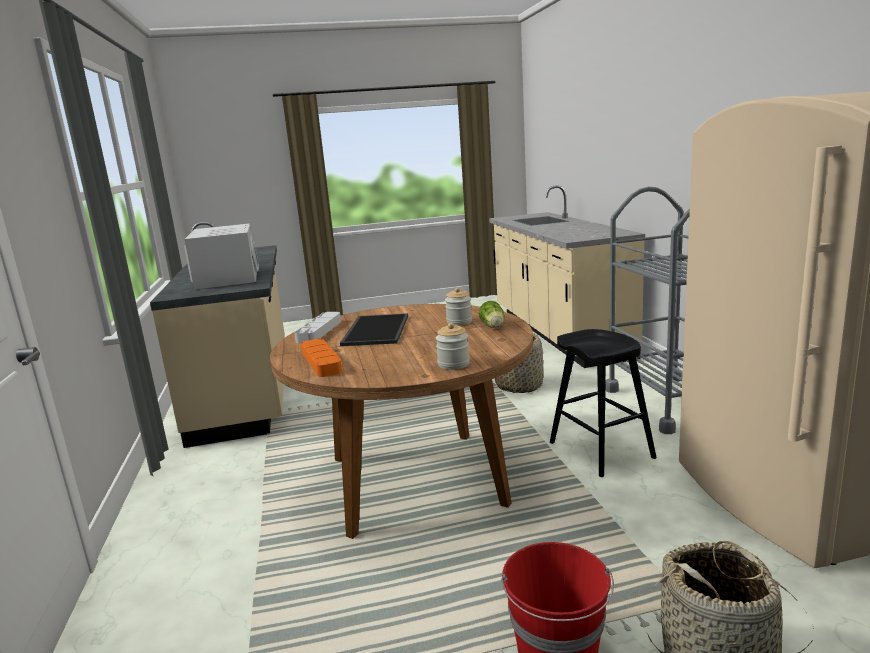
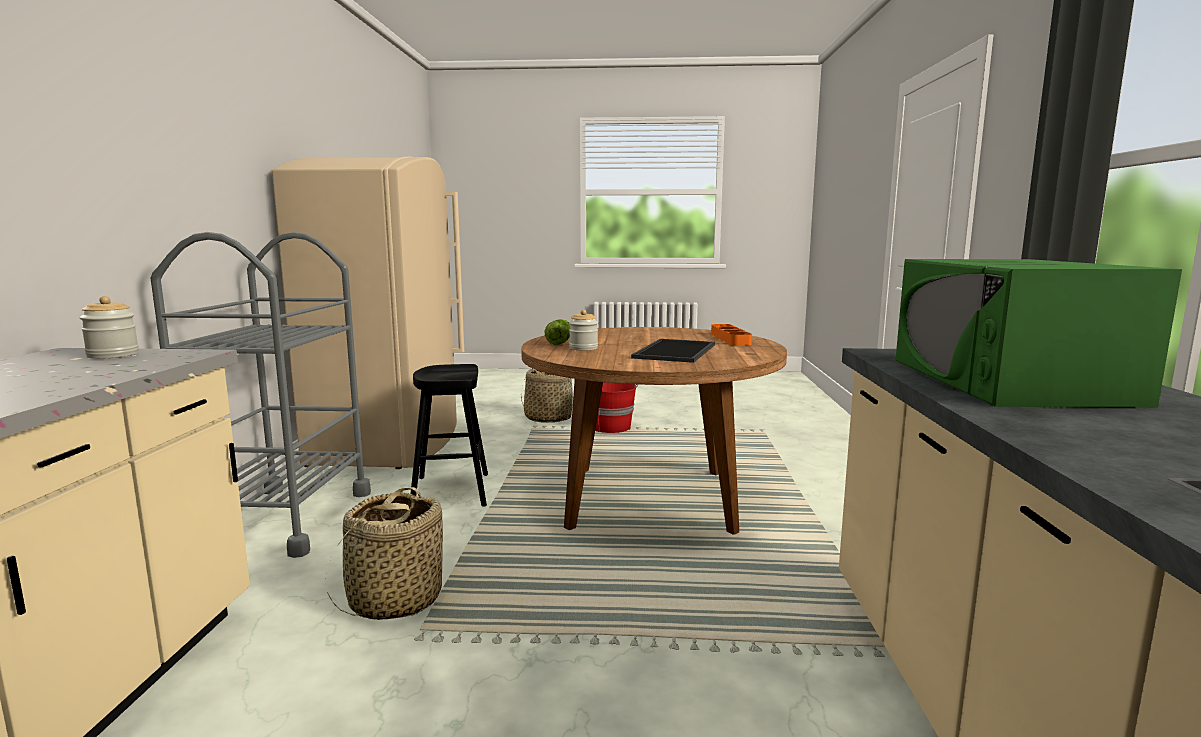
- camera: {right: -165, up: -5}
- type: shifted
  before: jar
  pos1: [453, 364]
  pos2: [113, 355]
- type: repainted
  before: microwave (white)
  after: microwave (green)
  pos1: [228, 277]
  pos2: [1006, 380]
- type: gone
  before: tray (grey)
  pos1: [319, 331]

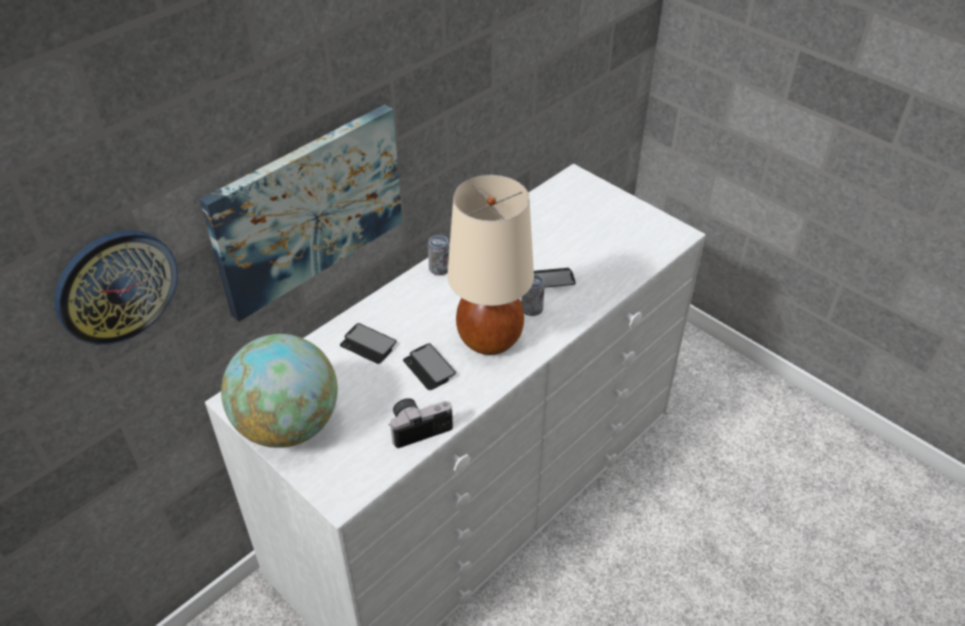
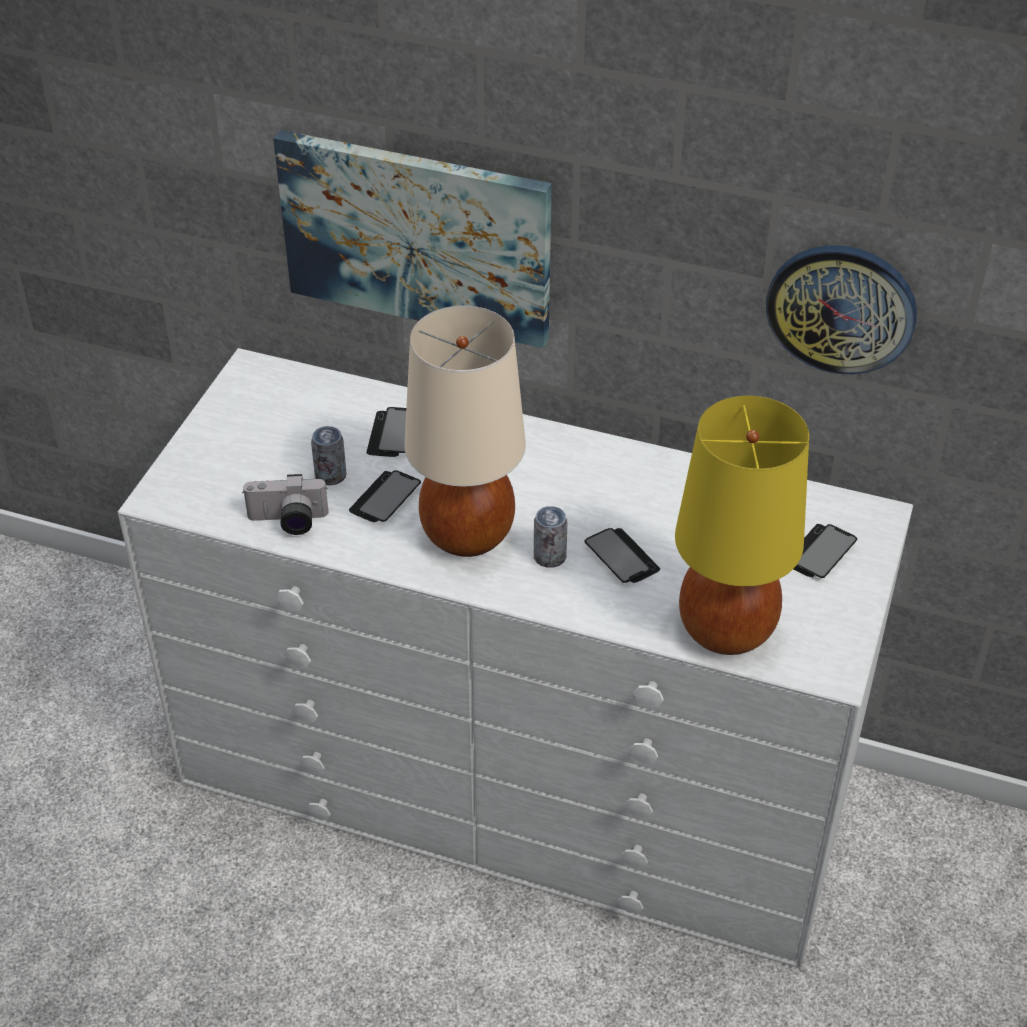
- camera: {right: 65, up: 0}
- type: rotated
  before: photo camera
  pos1: [418, 426]
  pos2: [287, 522]
  turn: 135
- type: shifted
  before: can
  pos1: [439, 269]
  pos2: [330, 476]
- type: new
  after: table lamp (yellow)
  pos2: [726, 631]
- type: shifted
  before: wall clock
  pos1: [116, 286]
  pos2: [841, 308]
- type: new
  after: phone
  pos2: [819, 553]
- type: gone
  before: globe
  pos1: [288, 426]

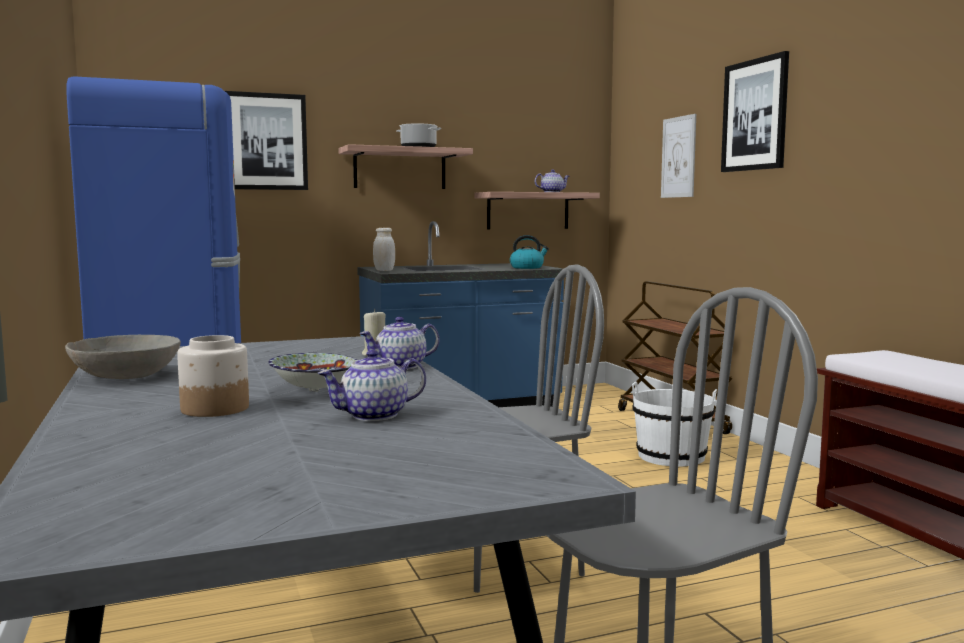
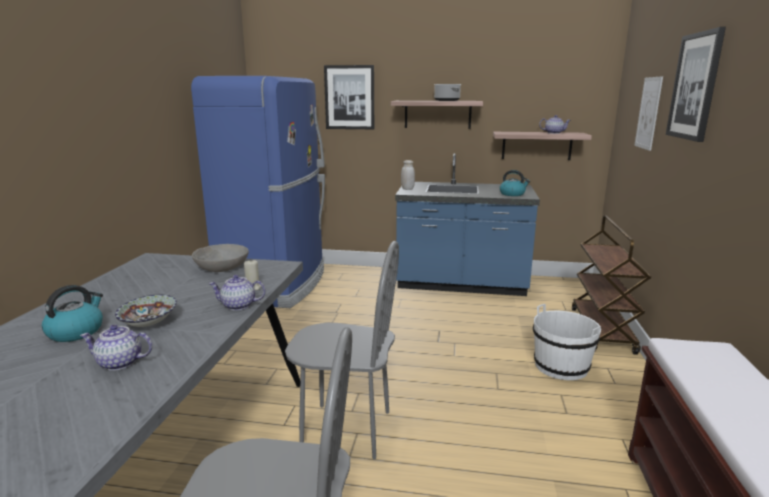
- camera: {right: 30, up: 10}
- type: swapped
  before: jar
  after: kettle
  pos1: [214, 409]
  pos2: [76, 331]
- type: shifted
  before: bowl (grey)
  pos1: [126, 376]
  pos2: [221, 268]

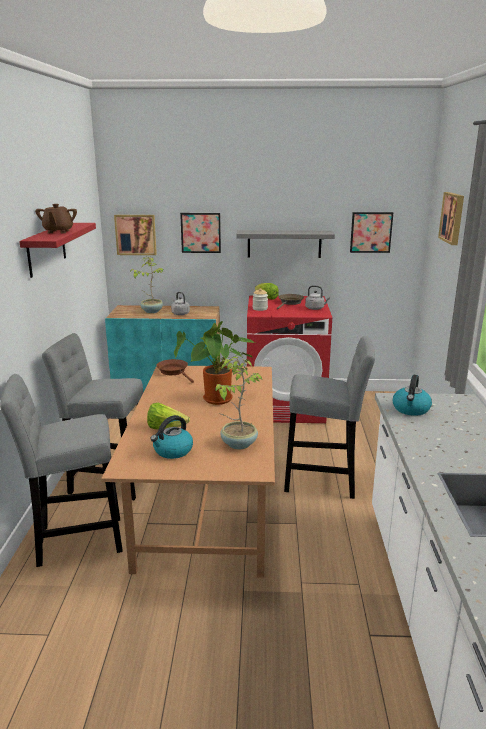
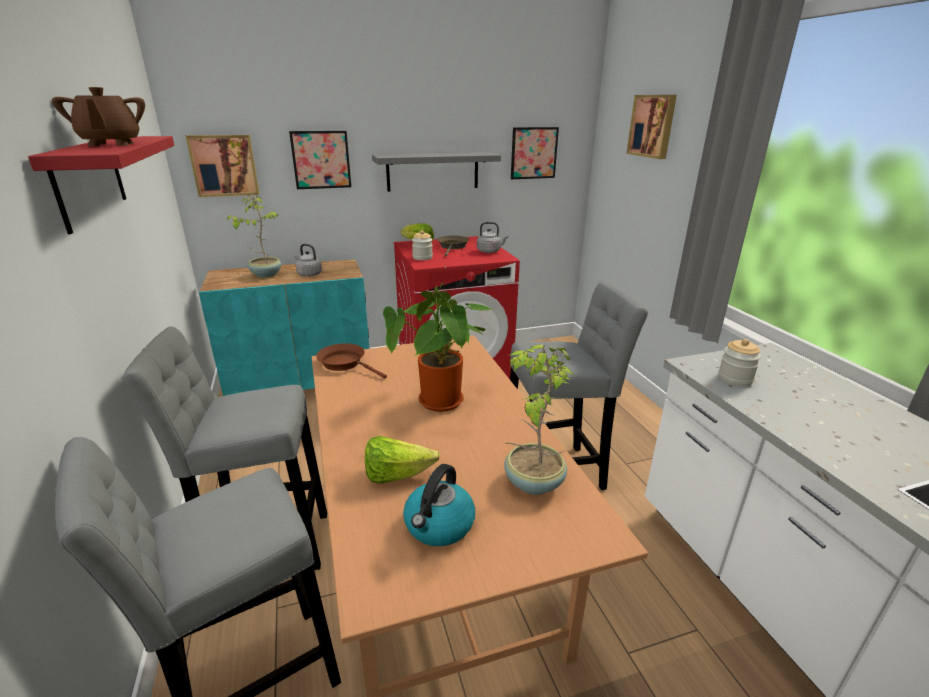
- camera: {right: -20, up: 5}
- type: swapped
  before: kettle
  after: jar
  pos1: [411, 409]
  pos2: [735, 379]

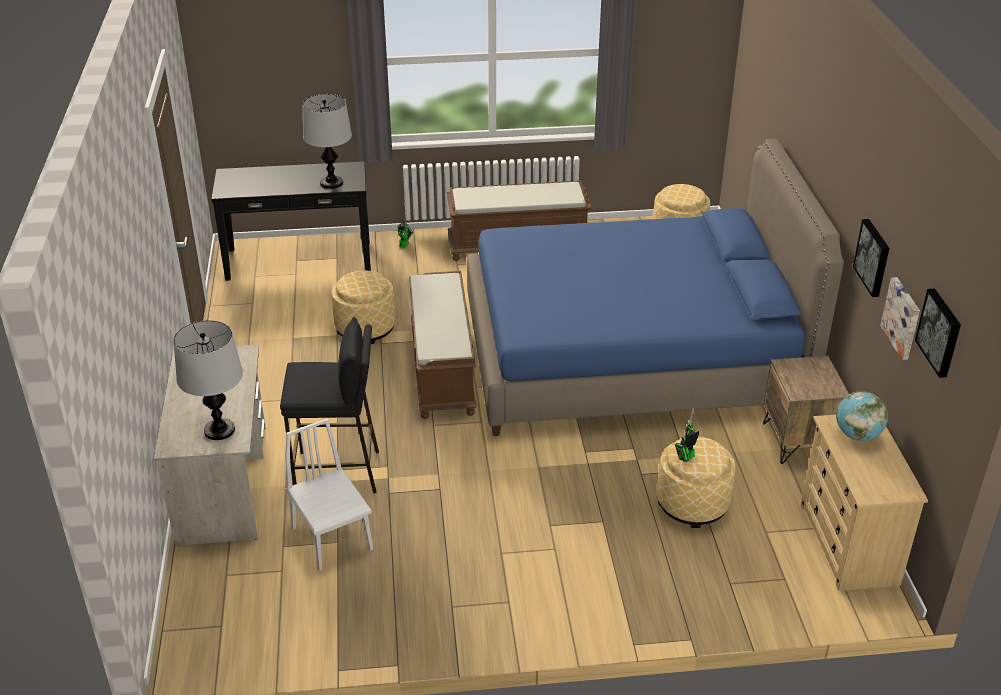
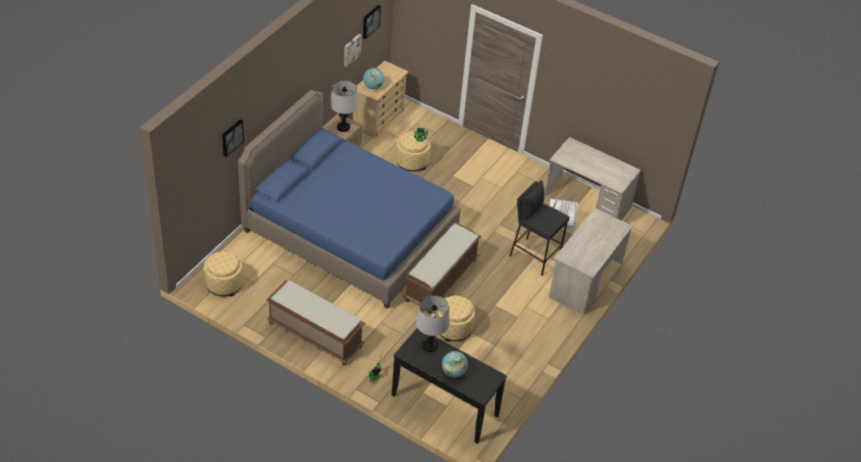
- camera: {right: -145, up: 10}
- type: shifted
  before: picture
  pos1: [873, 257]
  pos2: [231, 137]
- type: shifted
  before: table lamp
  pos1: [219, 430]
  pos2: [343, 127]
- type: new
  after: globe
  pos2: [453, 372]
- type: new
  after: desk (beige)
  pos2: [587, 202]

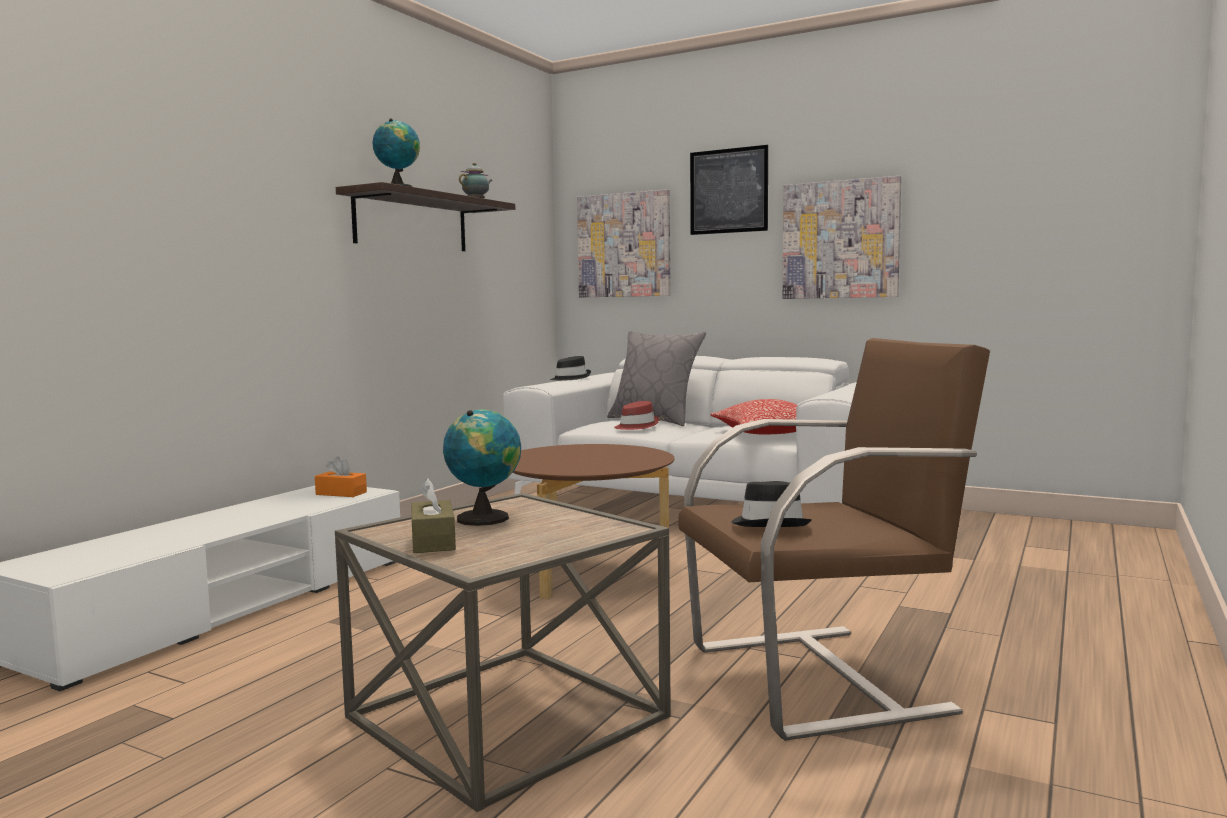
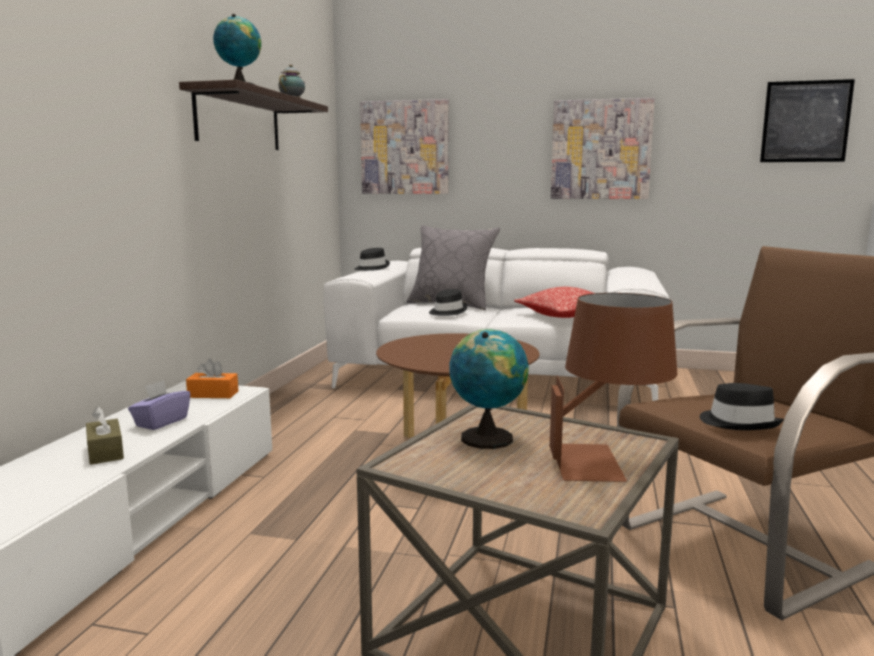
- camera: {right: -15, up: 5}
- type: shifted
  before: tissue box (brown)
  pos1: [433, 541]
  pos2: [105, 452]
- type: new
  after: tissue box (purple)
  pos2: [161, 422]
- type: repainted
  before: hat (red)
  after: hat (black)
  pos1: [635, 426]
  pos2: [447, 312]
- type: new
  after: table lamp (brown)
  pos2: [607, 461]
- type: shifted
  before: picture
  pos1: [728, 191]
  pos2: [805, 121]

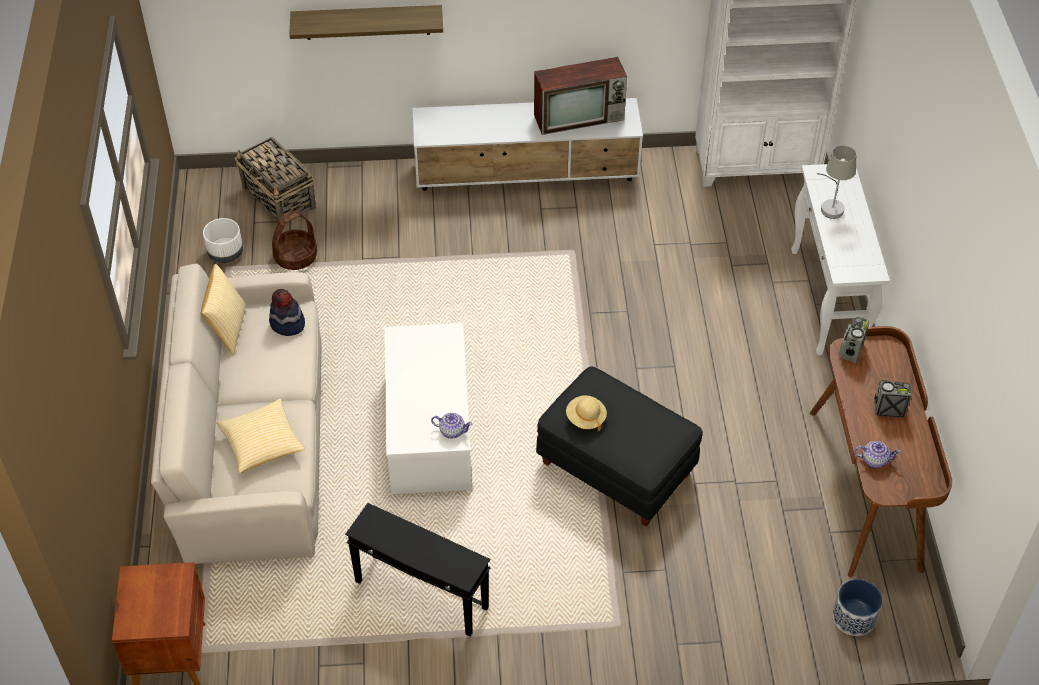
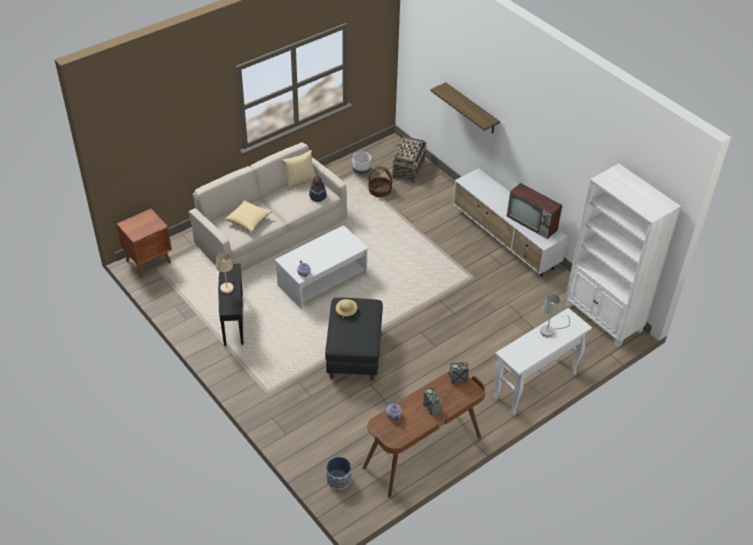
- camera: {right: 55, up: -5}
- type: new
  after: table lamp (beige)
  pos2: [228, 286]

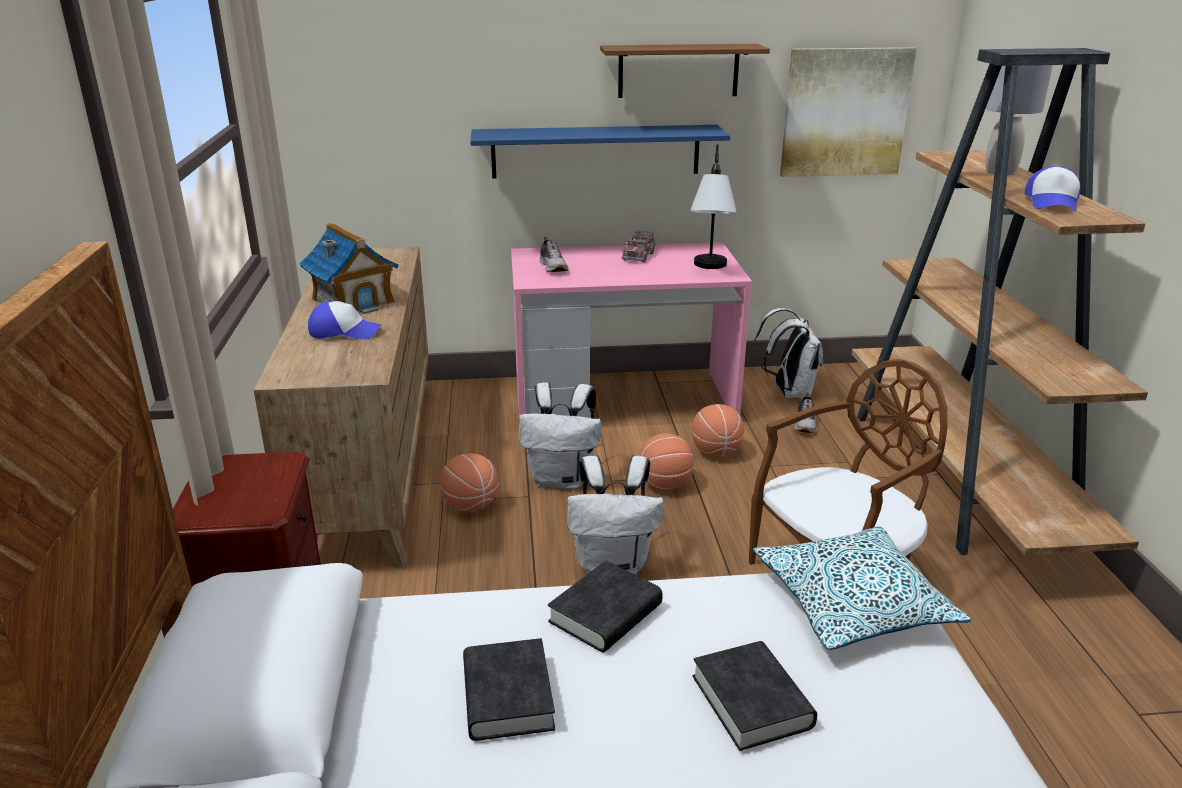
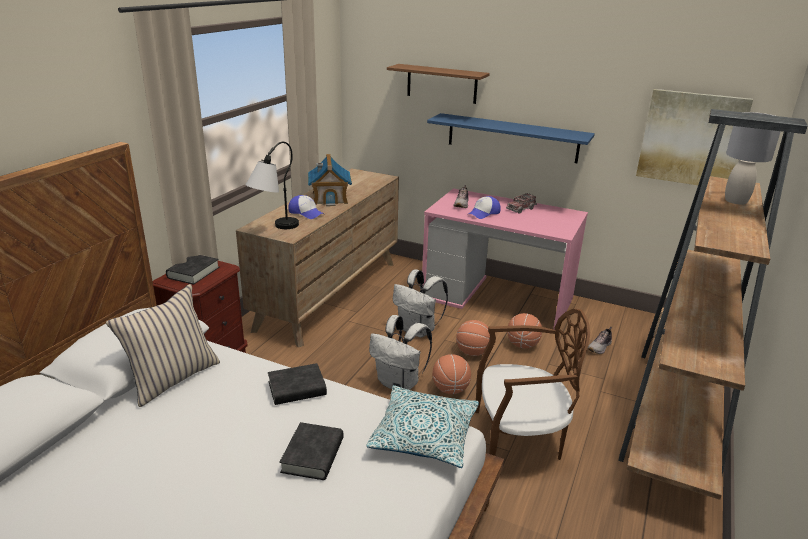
- camera: {right: 30, up: 0}
- type: new
  after: pillow (beige)
  pos2: [172, 378]
- type: shifted
  before: book (black)
  pos1: [507, 696]
  pos2: [193, 272]
- type: shifted
  before: table lamp
  pos1: [709, 271]
  pos2: [274, 229]
- type: shifted
  before: shelf (brown)
  pos1: [678, 70]
  pos2: [441, 84]
- type: shifted
  before: basketball
  pos1: [471, 506]
  pos2: [450, 389]
- type: shifted
  before: cap
  pos1: [1052, 203]
  pos2: [484, 213]
- type: gone
  before: backpack (white)
  pos1: [789, 392]

